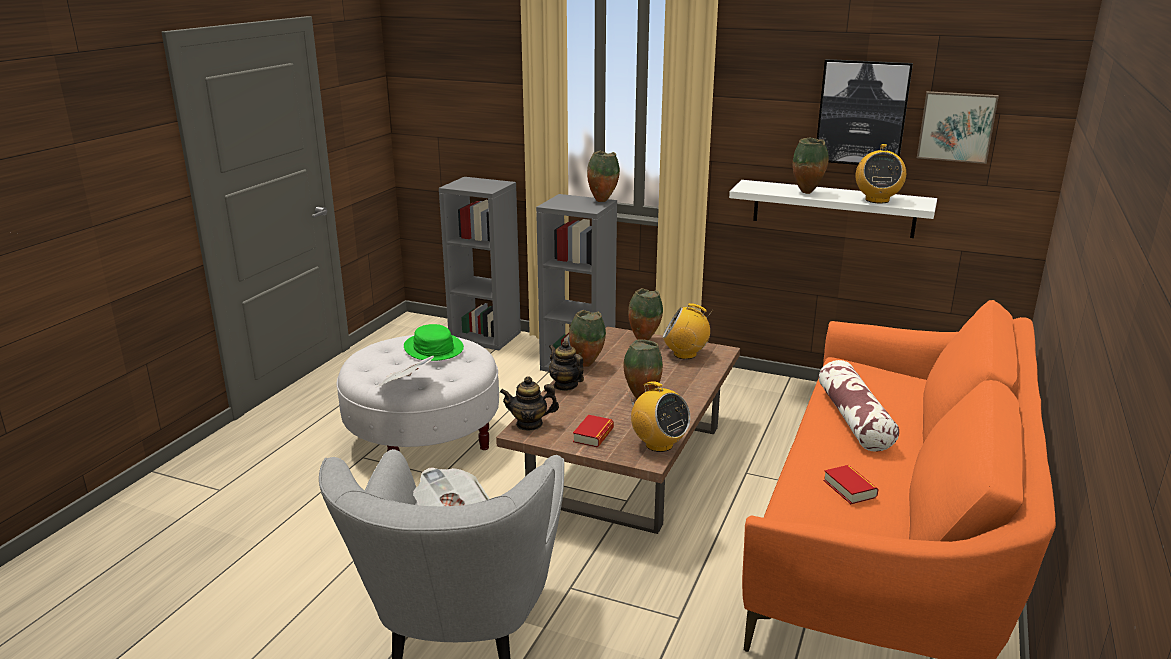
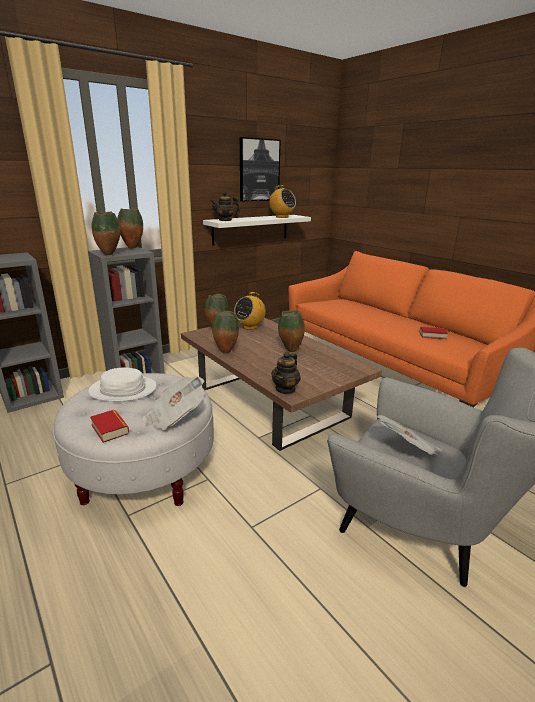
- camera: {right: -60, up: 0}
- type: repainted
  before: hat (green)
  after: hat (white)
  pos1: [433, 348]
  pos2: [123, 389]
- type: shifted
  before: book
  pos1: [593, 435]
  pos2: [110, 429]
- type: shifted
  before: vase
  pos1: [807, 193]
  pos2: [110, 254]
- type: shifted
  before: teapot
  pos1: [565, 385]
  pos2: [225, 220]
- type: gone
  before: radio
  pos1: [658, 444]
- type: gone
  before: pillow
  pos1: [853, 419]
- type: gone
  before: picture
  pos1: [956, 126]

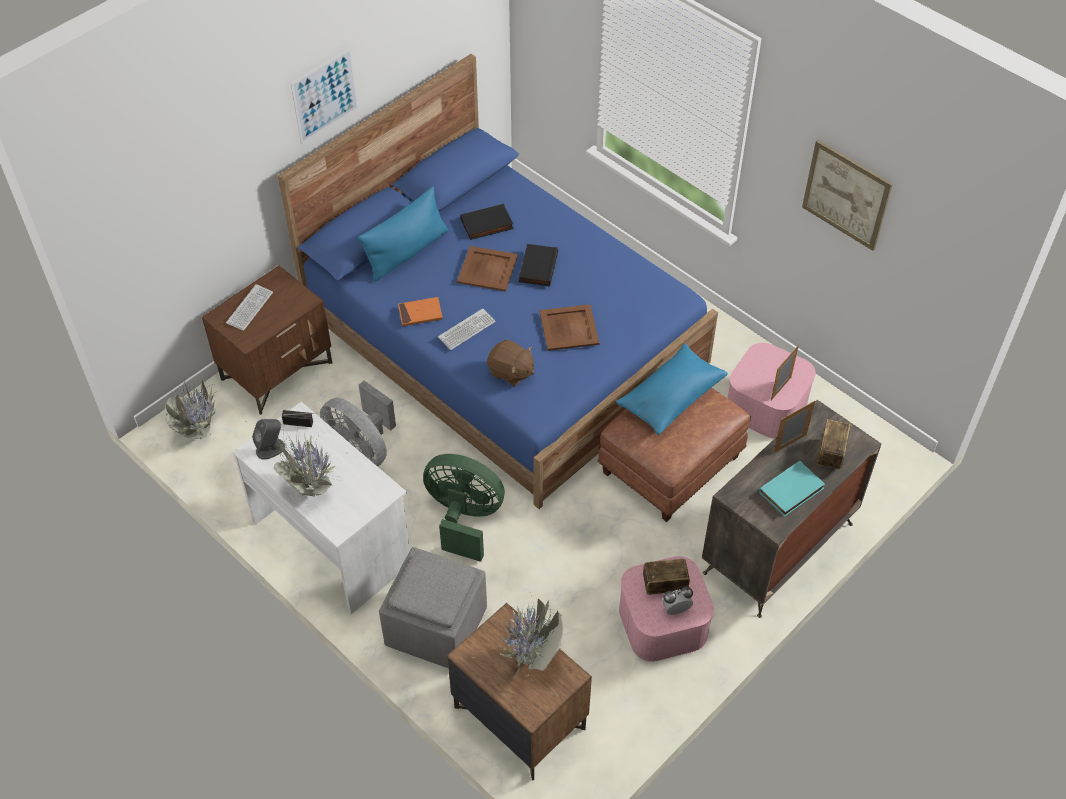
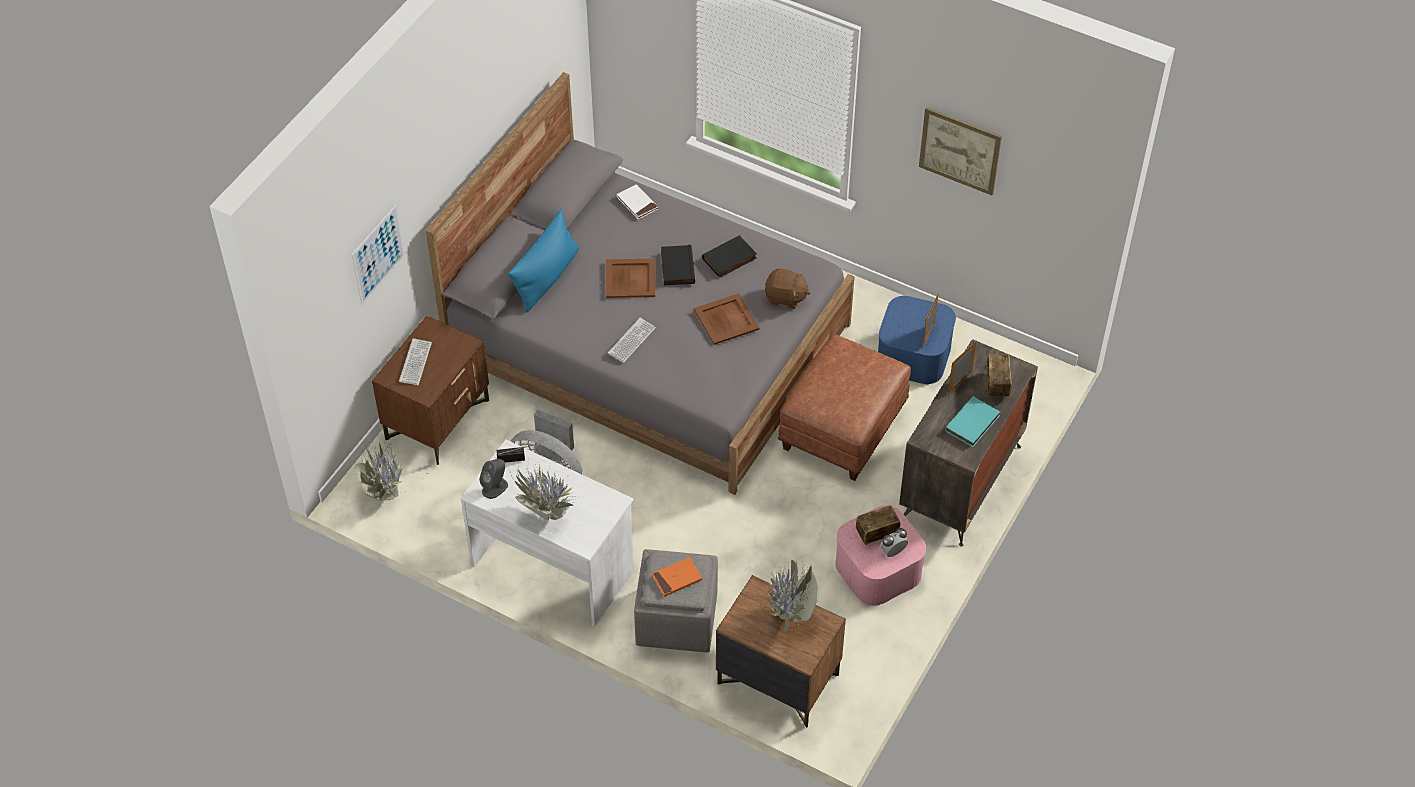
- camera: {right: -15, up: 0}
- type: shifted
  before: picture
  pos1: [325, 96]
  pos2: [378, 255]
- type: repainted
  before: bed (blue)
  after: bed (grey)
  pos1: [505, 339]
  pos2: [649, 342]
- type: new
  after: book (white)
  pos2: [637, 203]
- type: shifted
  before: book (orange)
  pos1: [420, 313]
  pos2: [677, 578]
- type: shifted
  before: book (black)
  pos1: [487, 225]
  pos2: [729, 259]
- type: shifted
  before: plush toy (brown)
  pos1: [511, 372]
  pos2: [785, 297]
- type: repainted
  before: storage box (pink)
  after: storage box (blue)
  pos1: [766, 405]
  pos2: [914, 354]
- type: gone
  before: fan (green)
  pos1: [464, 518]
- type: gone
  before: pillow (blue)
  pos1: [671, 398]

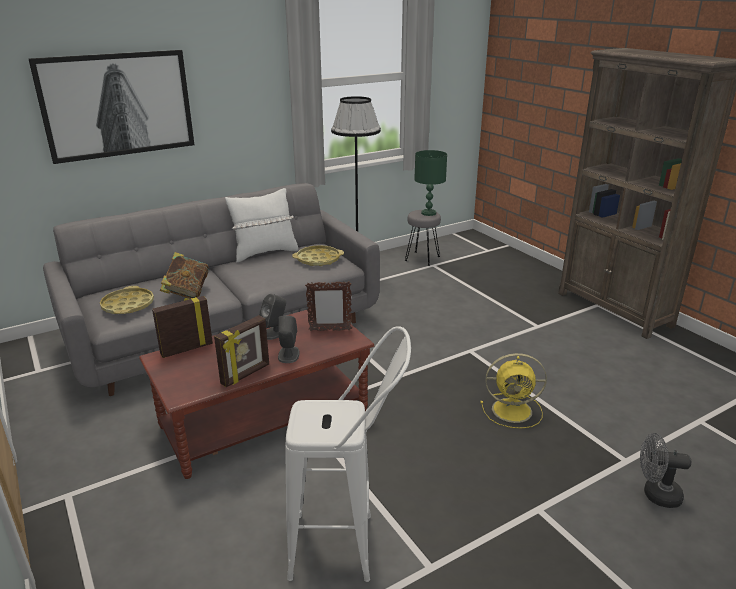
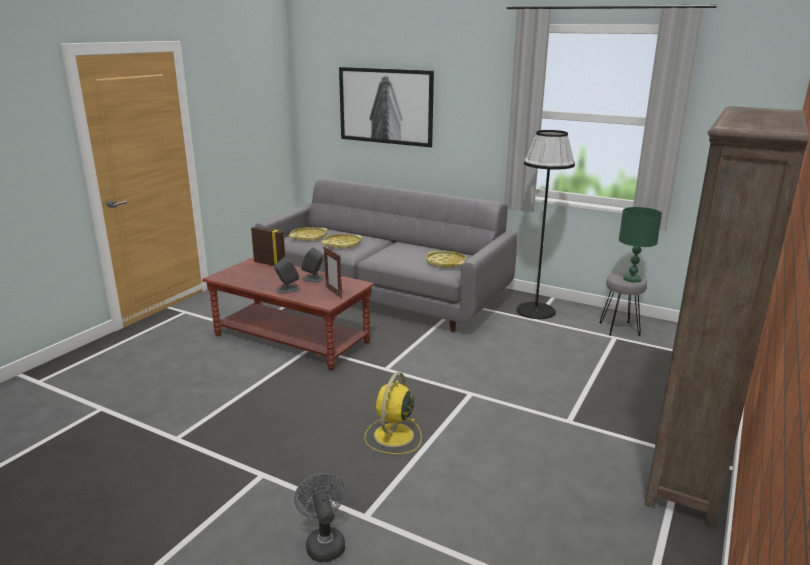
- camera: {right: 60, up: -5}
- type: swapped
  before: book
  after: tray (yellow)
  pos1: [187, 292]
  pos2: [342, 244]
- type: rotated
  before: fan (yellow)
  pos1: [513, 410]
  pos2: [393, 436]
  turn: 45
- type: gone
  before: picture frame
  pos1: [246, 375]
- type: gone
  before: pillow (white)
  pos1: [264, 253]
- type: gone
  before: stool (white)
  pos1: [348, 546]

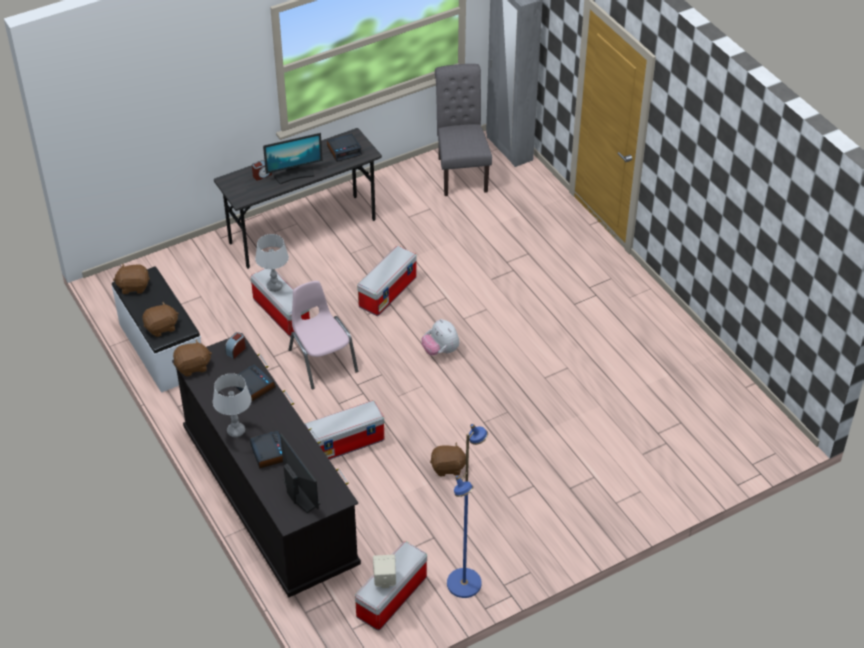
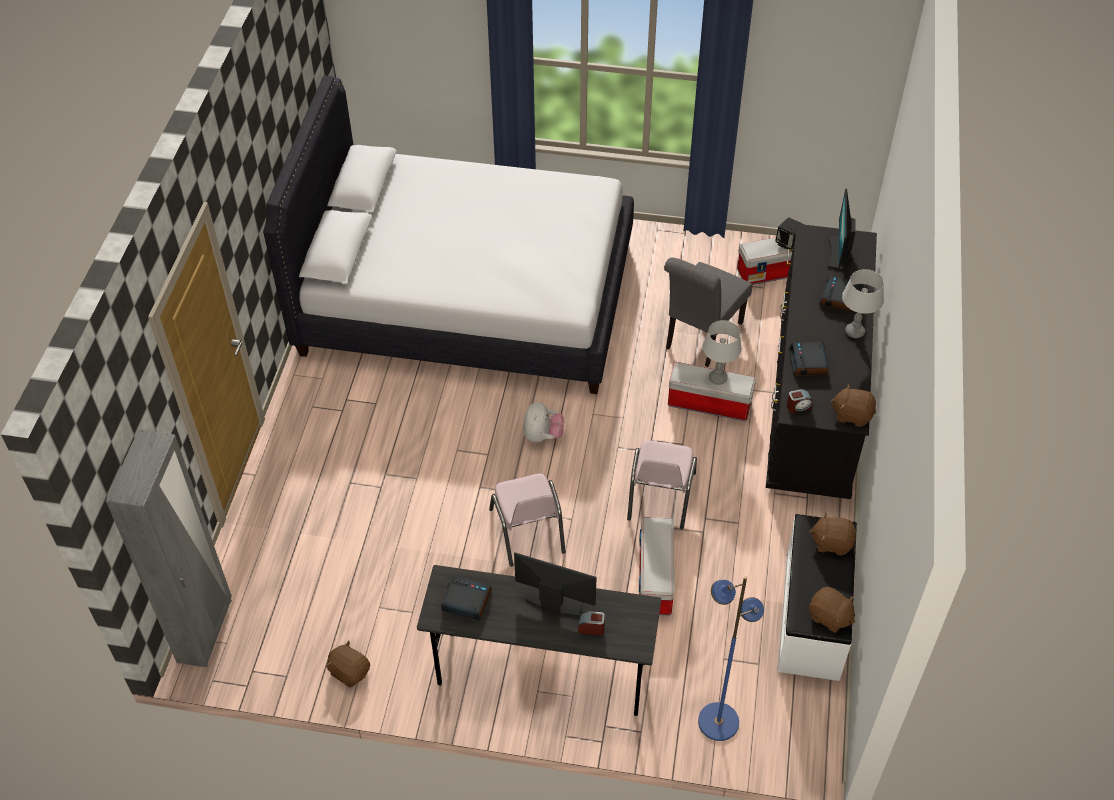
- camera: {right: -140, up: 5}
- type: new
  after: bed (white)
  pos2: [467, 297]
- type: shifted
  before: plush toy (brown)
  pos1: [448, 467]
  pos2: [350, 671]
- type: swapped
  before: storage box
  after: chair (pink)
  pos1: [387, 292]
  pos2: [527, 531]
- type: shifted
  before: chair (grey)
  pos1: [461, 172]
  pos2: [700, 338]
- type: shifted
  before: floor lamp (blue)
  pos1: [465, 583]
  pos2: [717, 721]
- type: shifted
  before: table lamp (grey)
  pos1: [274, 286]
  pos2: [717, 378]
- type: repainted
  before: speaker (beige)
  after: speaker (black)
  pos1: [384, 580]
  pos2: [788, 243]

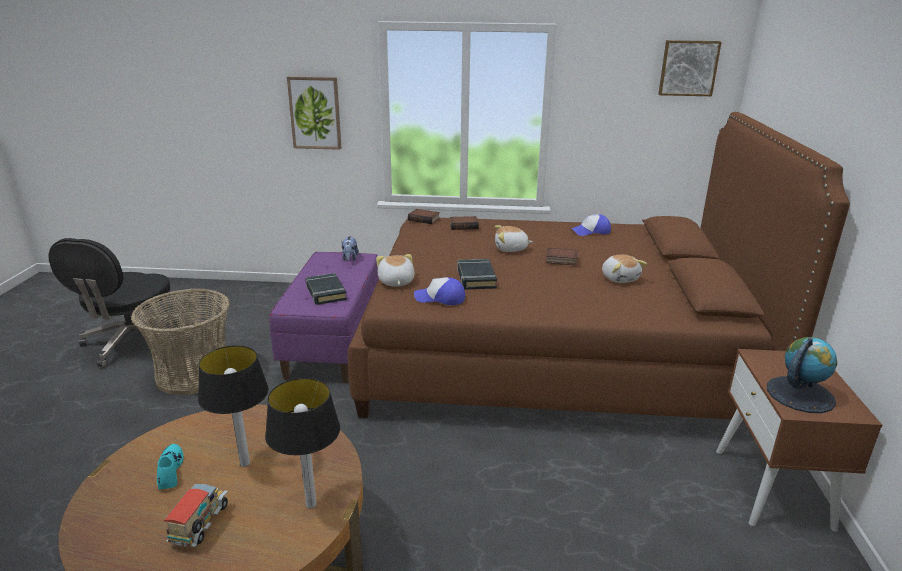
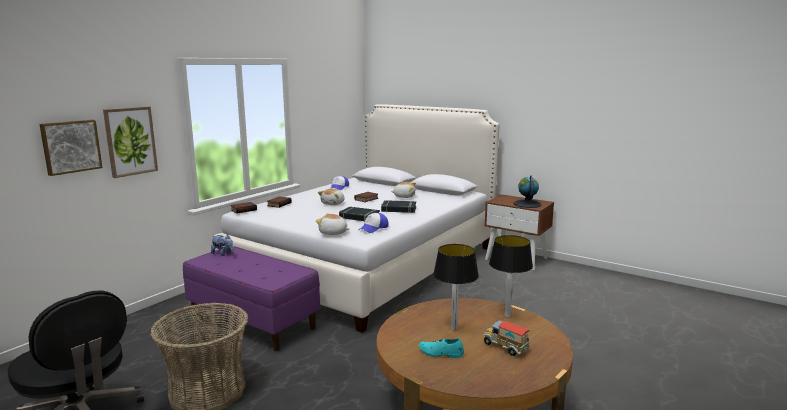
- camera: {right: -60, up: -10}
- type: shifted
  before: picture
  pos1: [688, 68]
  pos2: [70, 146]
- type: repainted
  before: bed (brown)
  after: bed (white)
  pos1: [553, 353]
  pos2: [367, 264]
- type: shifted
  before: book (black)
  pos1: [325, 292]
  pos2: [398, 209]

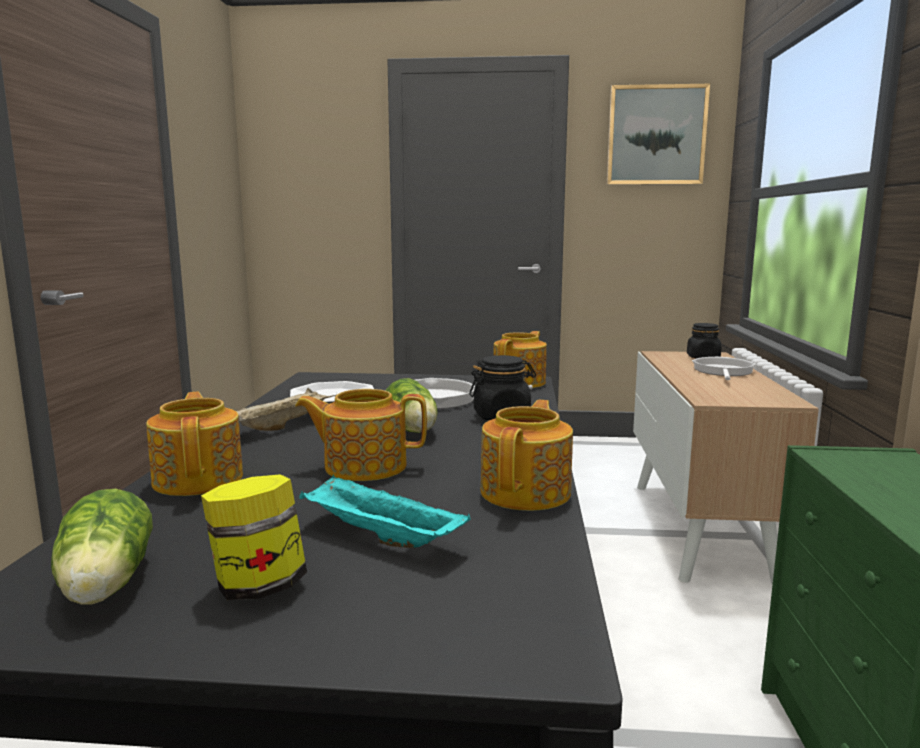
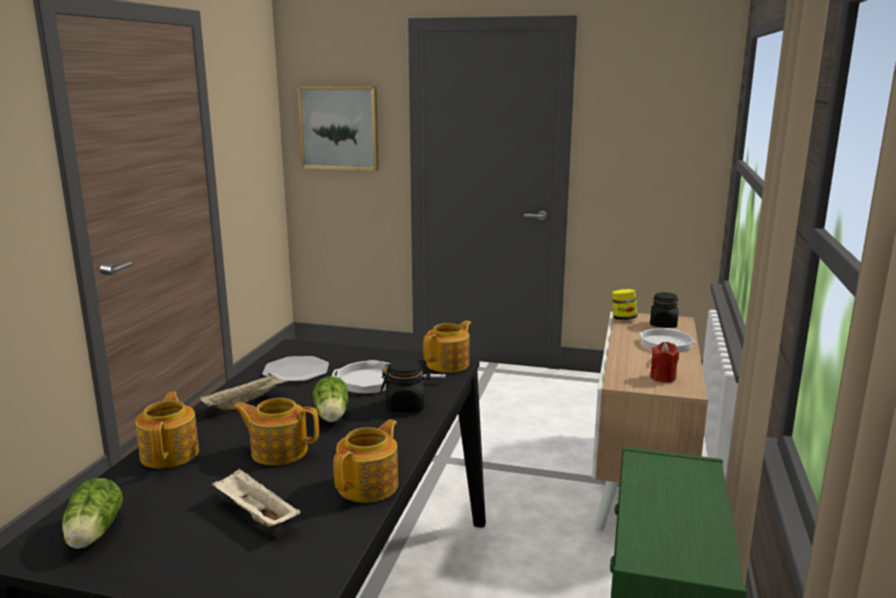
- camera: {right: 10, up: 5}
- type: repainted
  before: tray (turquoise)
  after: tray (beige)
  pos1: [378, 537]
  pos2: [254, 514]
- type: shifted
  before: picture
  pos1: [656, 135]
  pos2: [339, 128]
- type: shifted
  before: jar
  pos1: [258, 586]
  pos2: [623, 318]
- type: new
  after: candle (red)
  pos2: [663, 377]

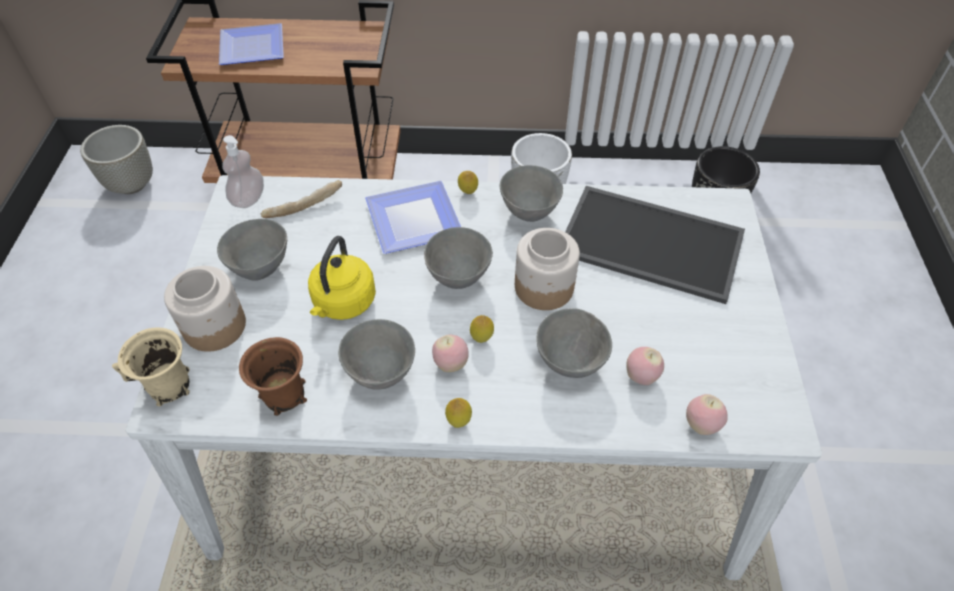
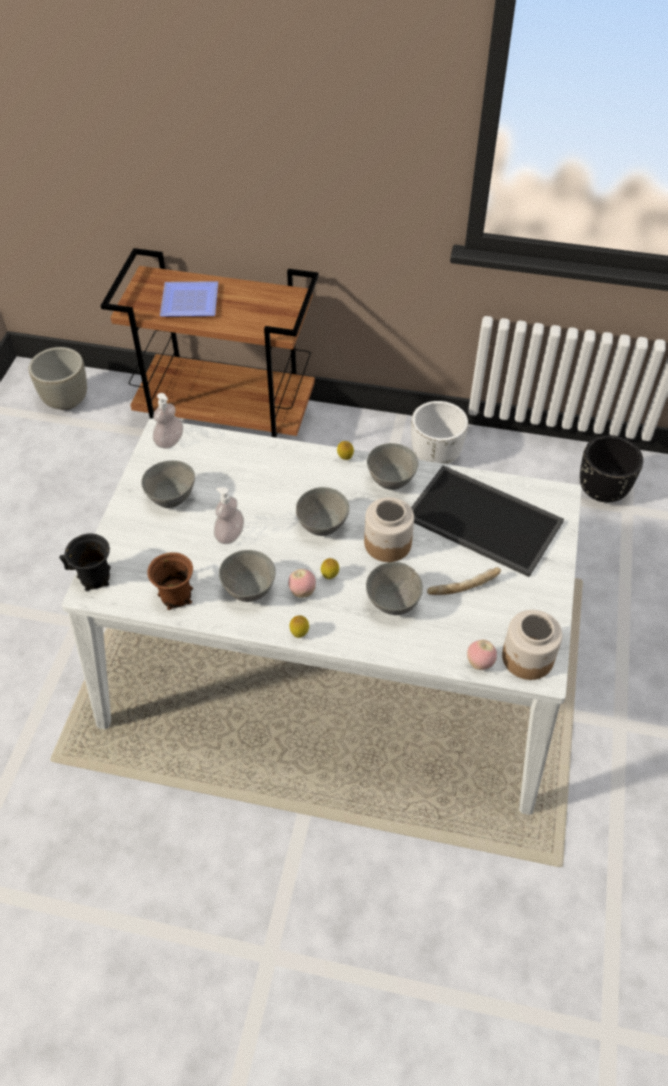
- camera: {right: 10, up: 0}
- type: repainted
  before: mug (beige)
  after: mug (black)
  pos1: [169, 386]
  pos2: [95, 578]
- type: swapped
  before: kettle (yellow)
  after: soap dispenser
  pos1: [343, 303]
  pos2: [230, 535]
- type: shifted
  before: bread
  pos1: [303, 205]
  pos2: [463, 585]
- type: shifted
  before: jar
  pos1: [214, 327]
  pos2: [527, 658]
- type: gone
  before: plate
  pos1: [412, 222]
- type: gone
  before: apple
  pos1: [641, 376]

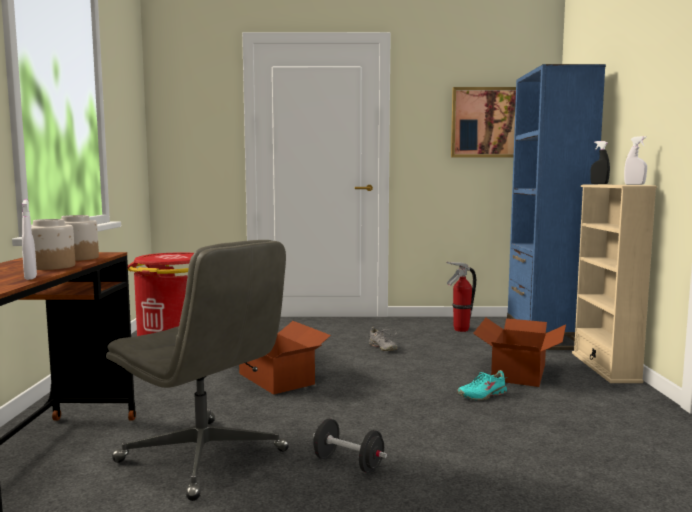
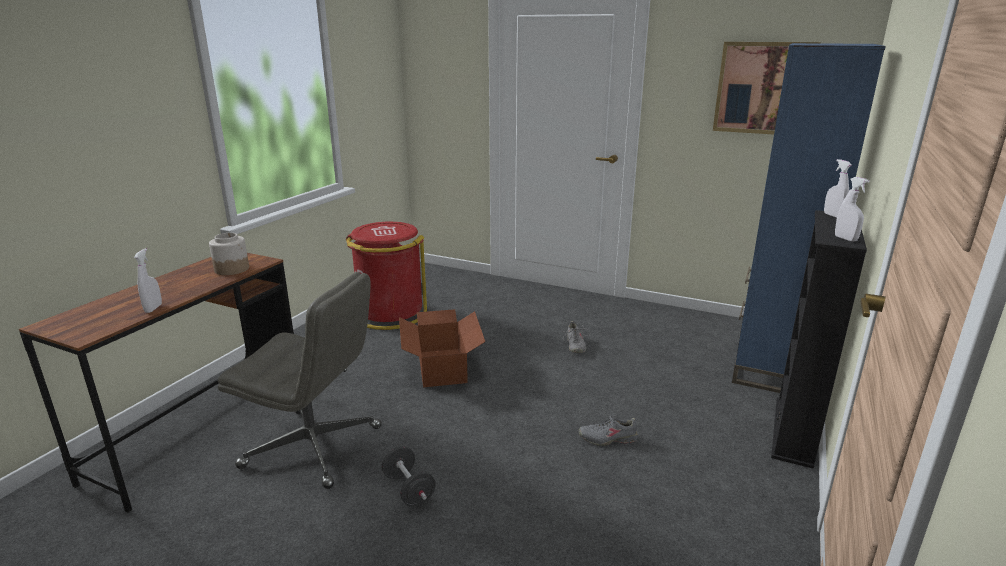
- camera: {right: 25, up: 15}
- type: rotated
  before: office chair (grey)
  pos1: [204, 457]
  pos2: [314, 447]
  turn: -45
- type: repainted
  before: shoe (turquoise)
  after: shoe (grey)
  pos1: [482, 395]
  pos2: [608, 438]
- type: repainted
  before: bookcase (beige)
  after: bookcase (black)
  pos1: [605, 367]
  pos2: [794, 431]
- type: repainted
  before: spray bottle (black)
  after: spray bottle (white)
  pos1: [599, 184]
  pos2: [833, 216]
- type: gone
  before: jar
  pos1: [51, 267]
- type: gone
  before: fire extinguisher
  pos1: [460, 330]
- type: gone
  before: cardboard box
  pos1: [518, 372]

